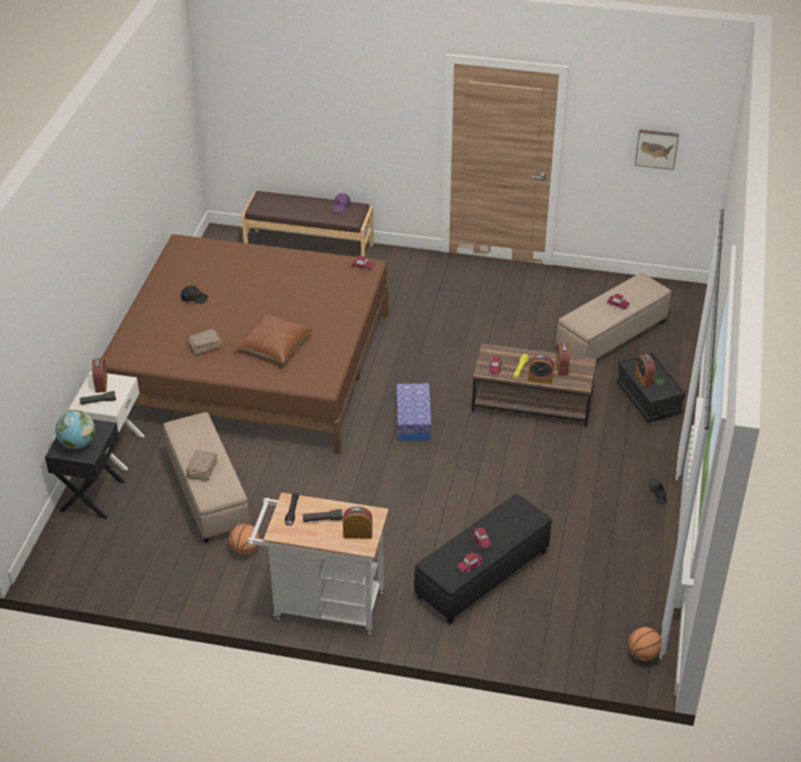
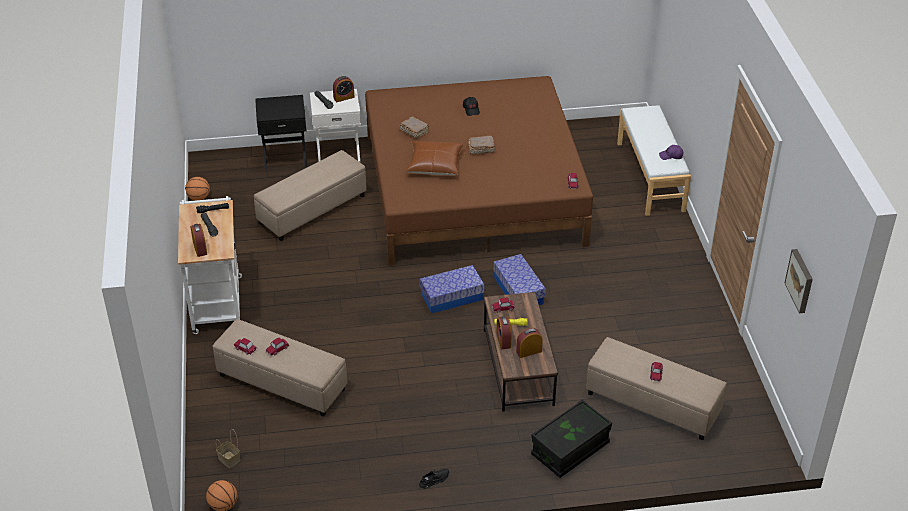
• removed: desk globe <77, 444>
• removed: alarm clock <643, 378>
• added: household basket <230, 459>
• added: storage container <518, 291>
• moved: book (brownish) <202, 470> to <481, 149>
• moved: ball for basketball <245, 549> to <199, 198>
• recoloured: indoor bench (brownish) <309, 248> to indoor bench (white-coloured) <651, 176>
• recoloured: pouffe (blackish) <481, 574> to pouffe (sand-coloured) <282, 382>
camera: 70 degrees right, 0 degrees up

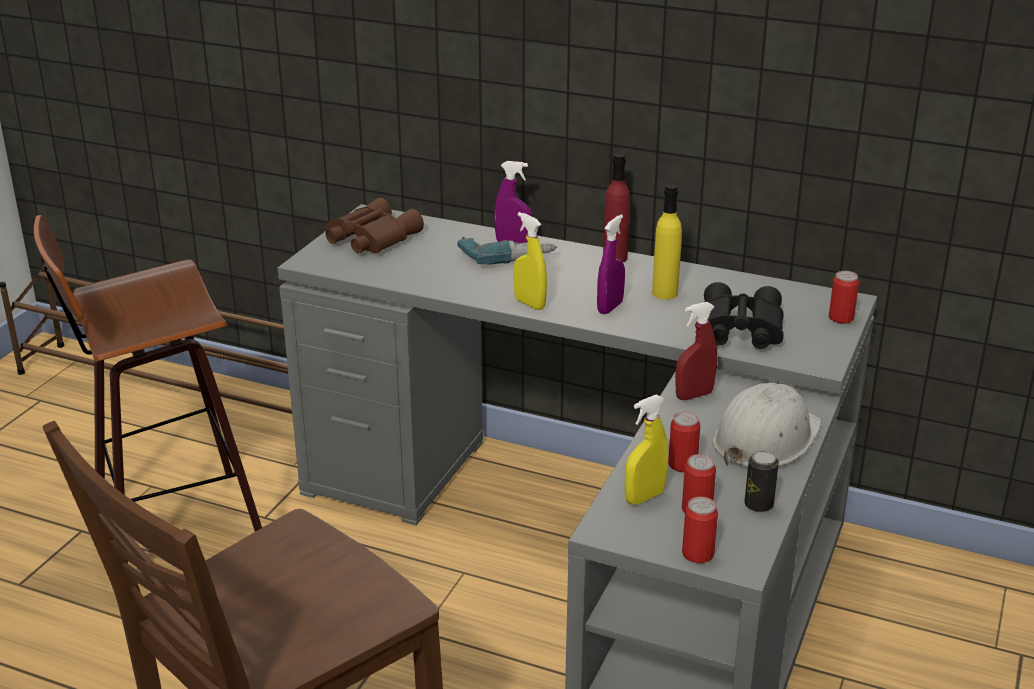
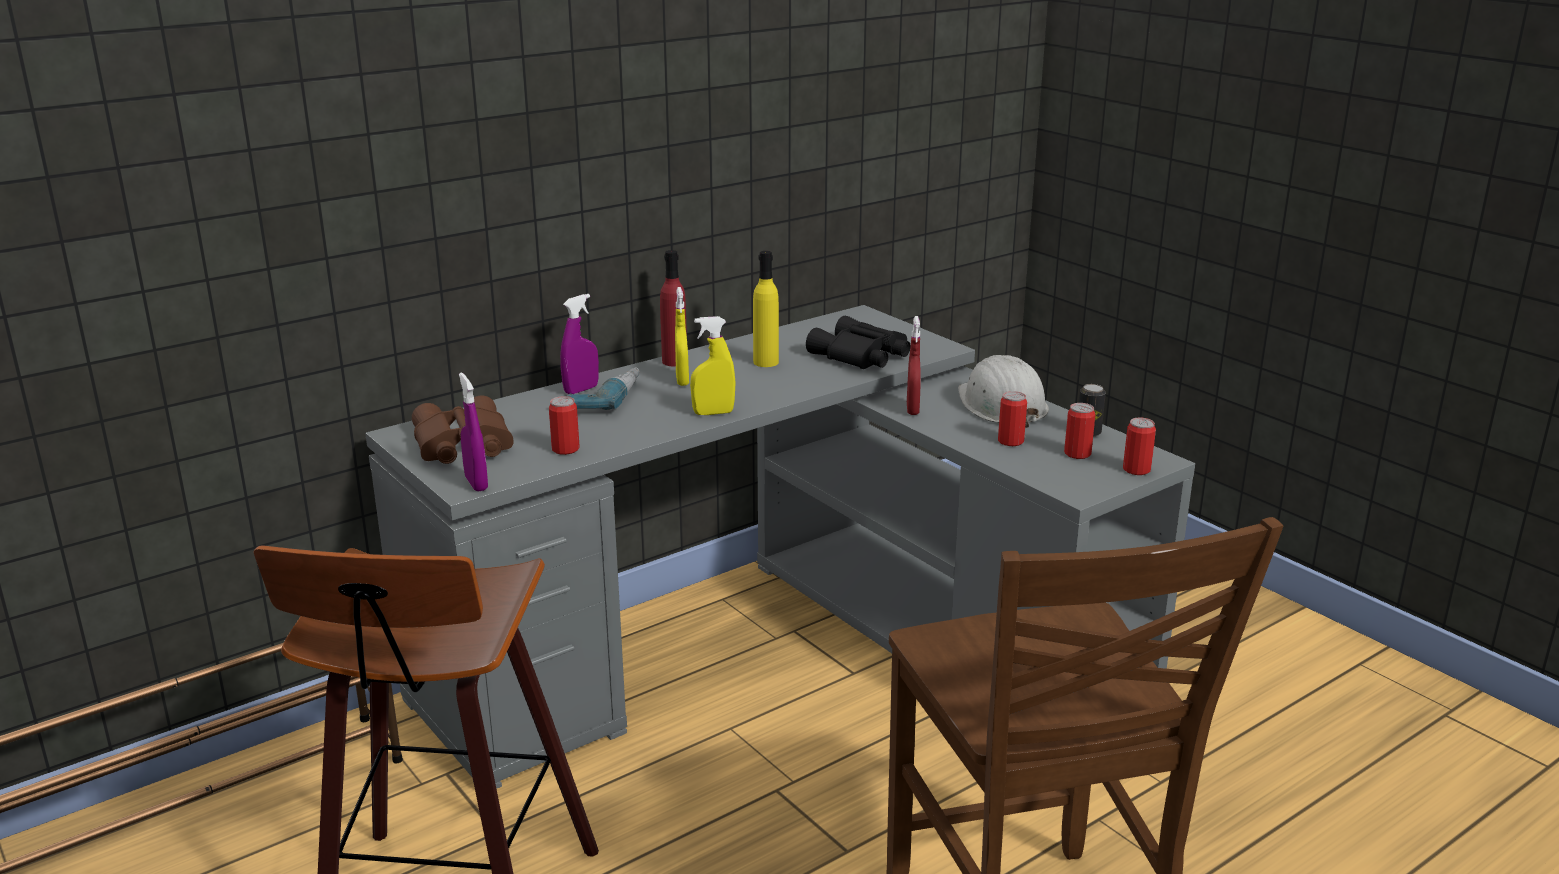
• moved: sprayer (purple-coloured) <610, 307> to <476, 483>
• moved: sprayer (yellowish) <644, 497> to <682, 380>
• moved: can <841, 318> to <565, 449>
camera: 60 degrees left, 5 degrees down

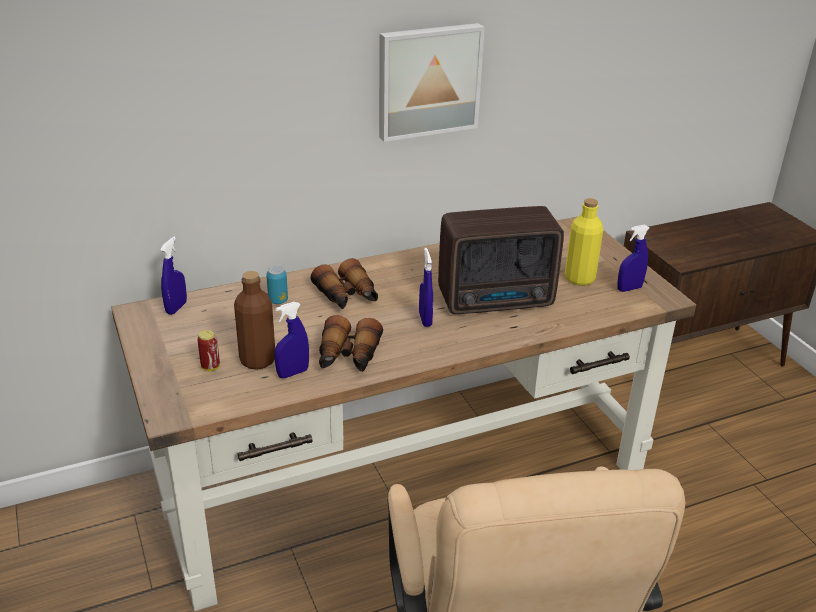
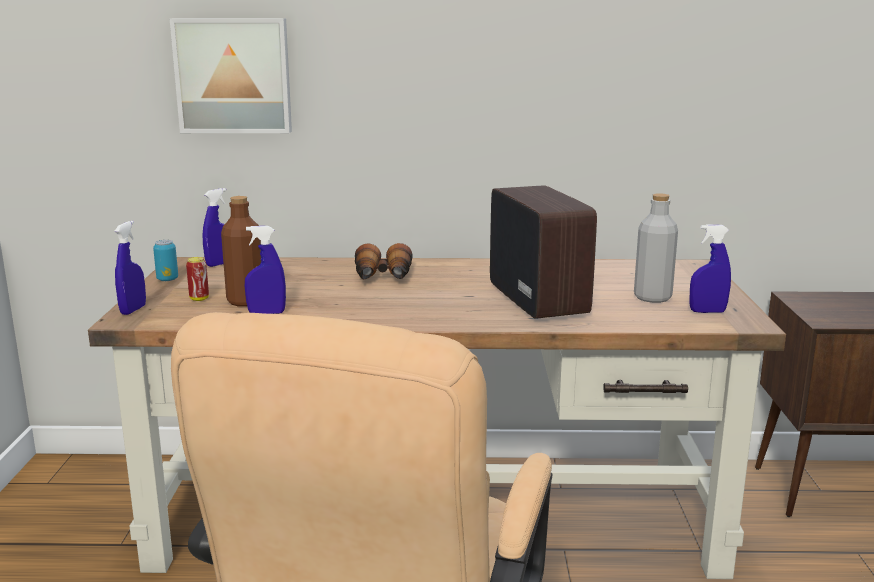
• removed: field glasses <348, 357>
• moved: can <278, 300> to <167, 279>
• moved: picture <428, 80> to <233, 75>
• moved: sprayer (blue-coloured) <425, 319> to <133, 310>
• recoloured: bottle (yellowish) <579, 279> to bottle (greyish) <652, 297>
• turned: radio receiver <498, 300> = <538, 299> 120 degrees counterclockwise
camera: 25 degrees right, 15 degrees down

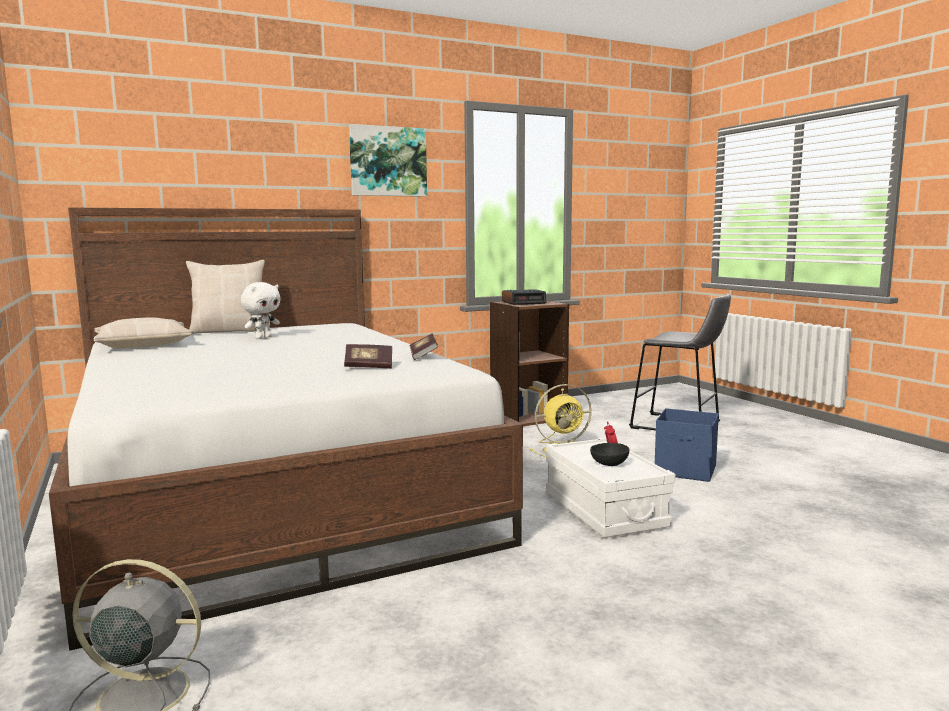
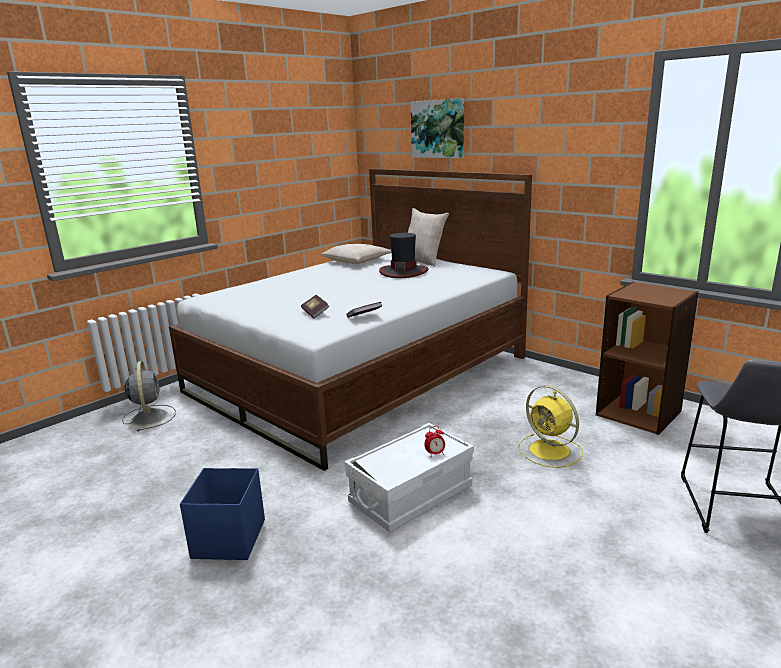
• removed: alarm clock <524, 302>
• removed: serving bowl (blackish) <608, 464>
• moved: picture <388, 161> to <438, 129>
• moved: storage container (blue-coloured) <686, 471> to <228, 540>
• replaced: soft toy (white-coloured) <263, 337> to wearable hat <403, 272>
camera: 70 degrees right, 10 degrees up

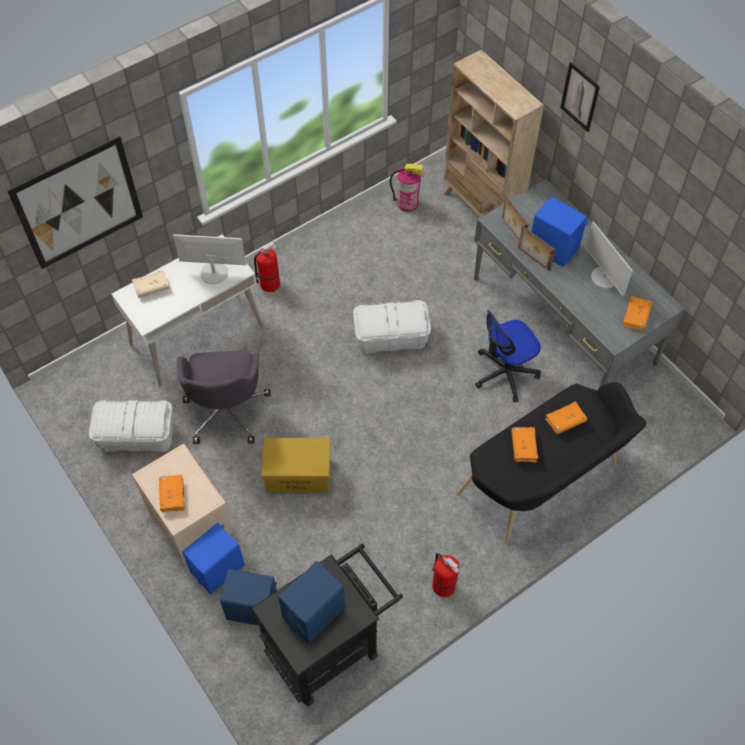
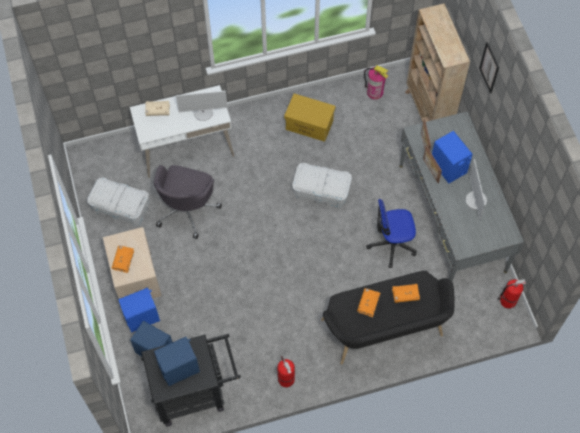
• removed: picture <79, 204>
• removed: book (orange-coloured) <636, 316>
• moved: extinguisher <269, 284> to <507, 301>
• moved: storage container (yellowish) <299, 474> to <310, 125>
• turned: computer screen <214, 272> = <203, 112> 150 degrees clockwise
camera: 20 degrees right, 5 degrees up

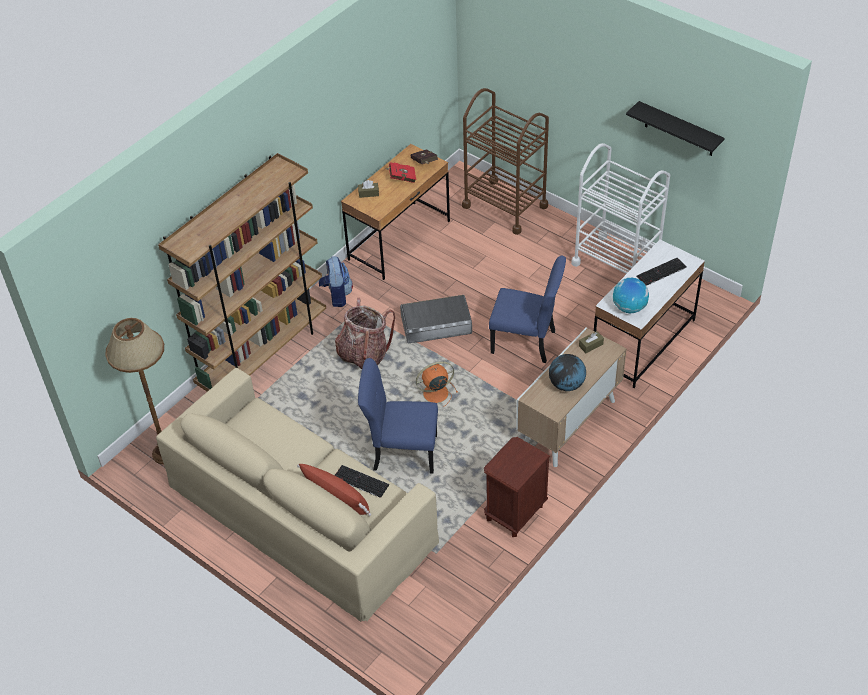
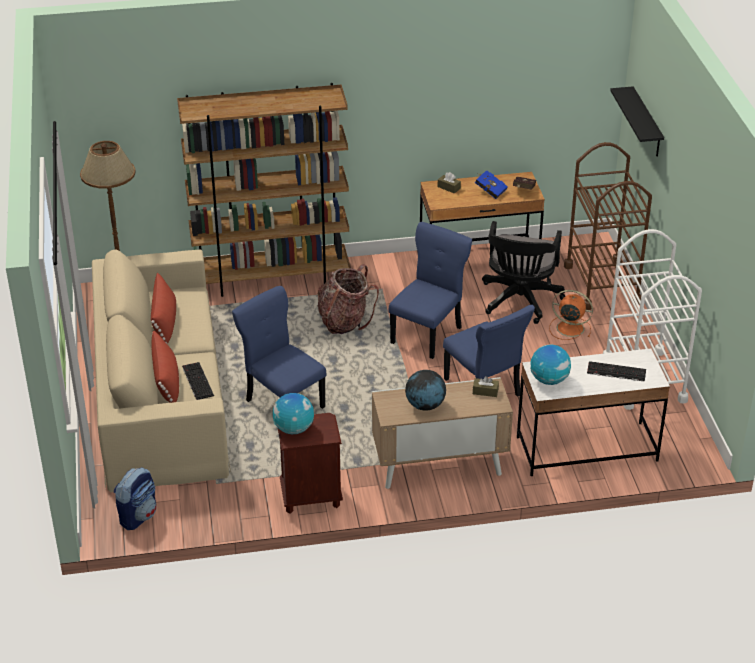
• added: pillow (red) <165, 321>
• added: desk globe <294, 429>
• added: computer chair (blackish) <519, 302>
• moved: rucksack <337, 295> to <138, 516>
• moved: fan (orange-coloured) <434, 394> to <569, 328>
• moved: wall shelf (blackish) <679, 129> to <647, 123>
• replaced: storage container (greyish) <436, 324> to chair (blue-coloured) <428, 334>
• recoloured: book (red) <401, 178> to book (blue-coloured) <489, 190>
camera: 40 degrees right, 10 degrees down

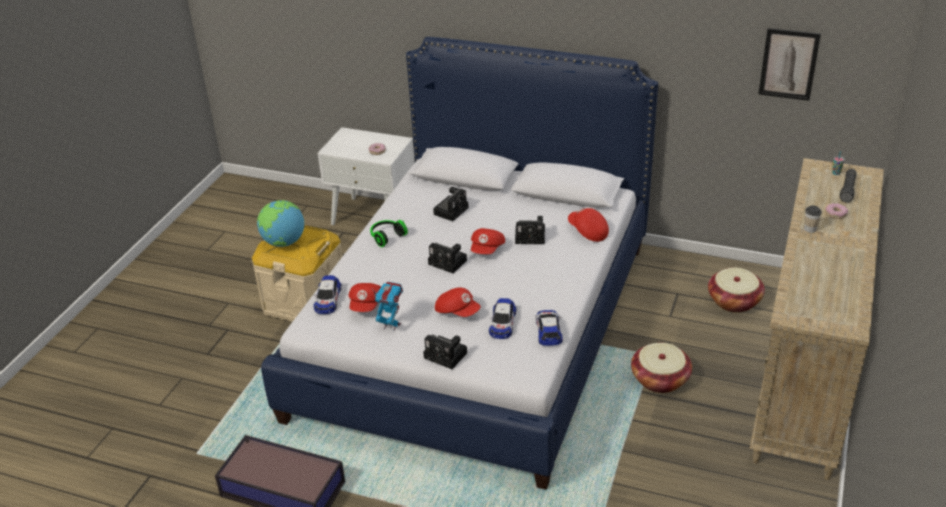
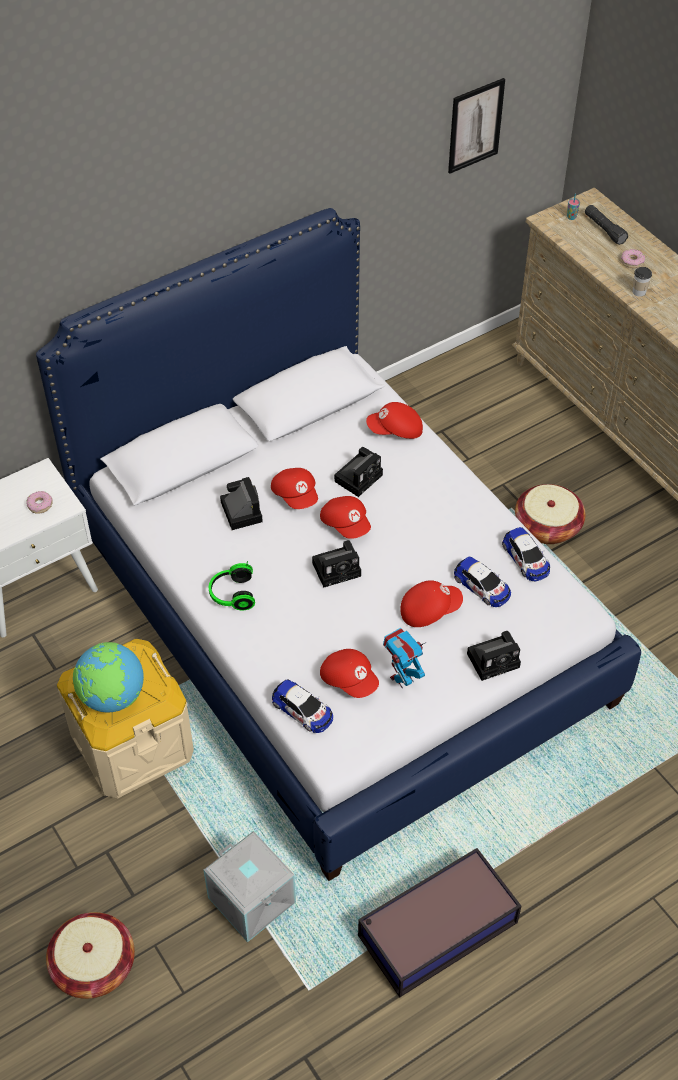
• added: storage container (greyish) <253, 899>
• added: peaked cap (red) <296, 495>
• moved: household basket <734, 301> to <94, 965>
• turned: model car <548, 331> = <526, 558> 150 degrees counterclockwise
camera: 55 degrees left, 15 degrees up

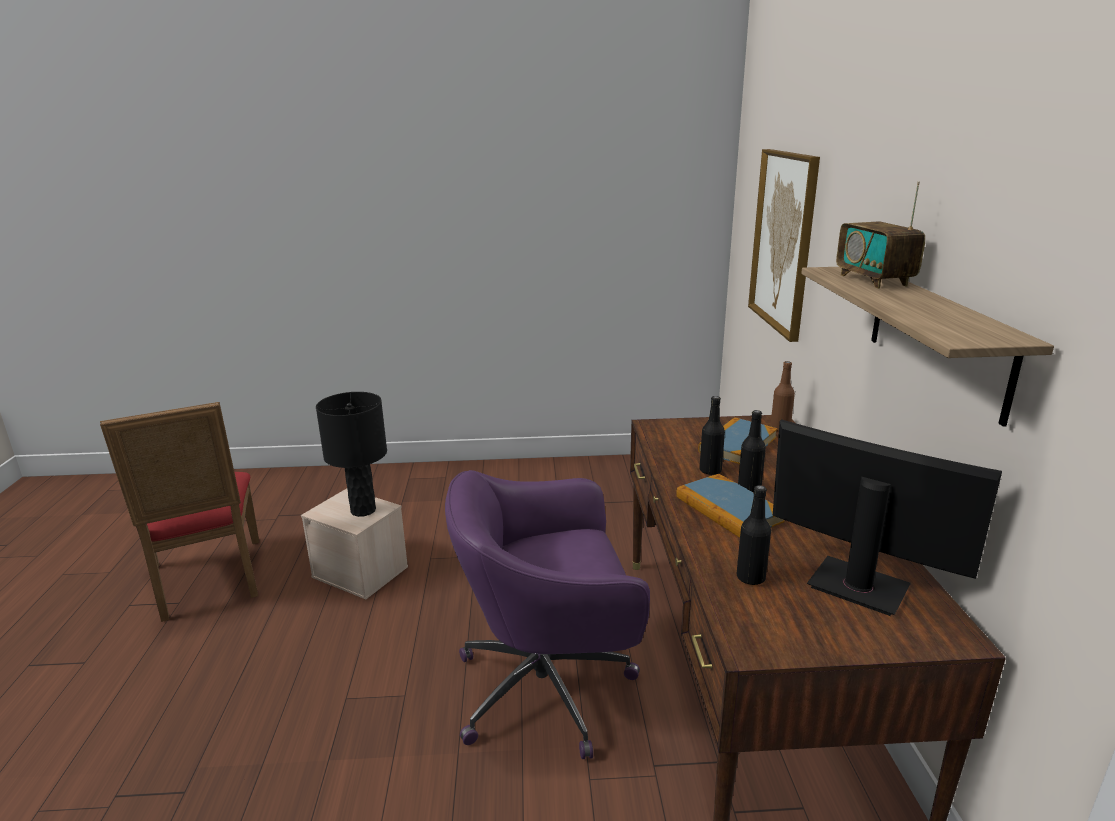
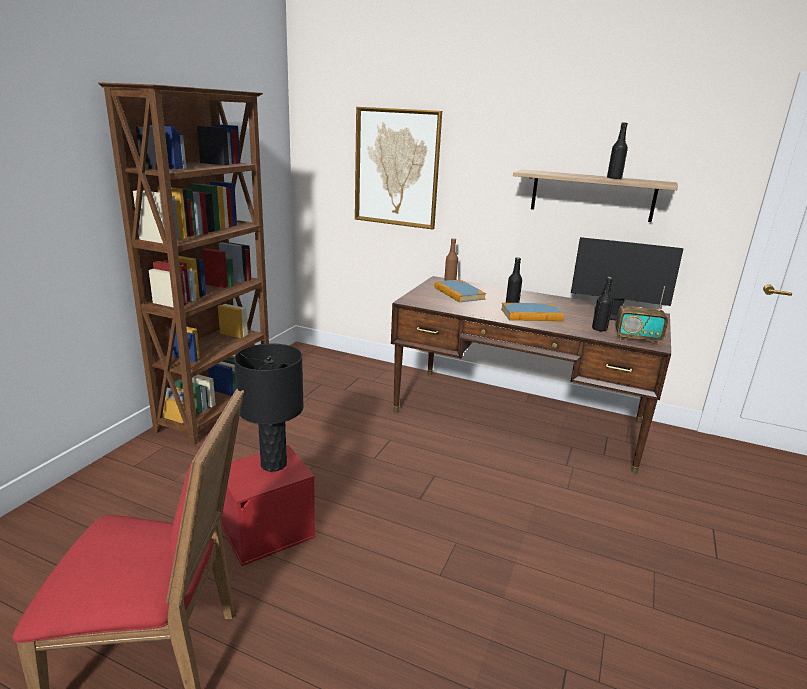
• removed: computer chair (purple-coloured) <549, 687>
• added: bookcase (brownish) <218, 410>
• moved: bottle (blackish) <710, 470> to <614, 178>
• moved: radio receiver <874, 280> to <637, 339>
• recoloured: storage container (sand-coloured) <361, 572> to storage container (red) <268, 531>
• turned: computer screen <857, 586> = <614, 316> 135 degrees counterclockwise
camera: 65 degrees left, 0 degrees up

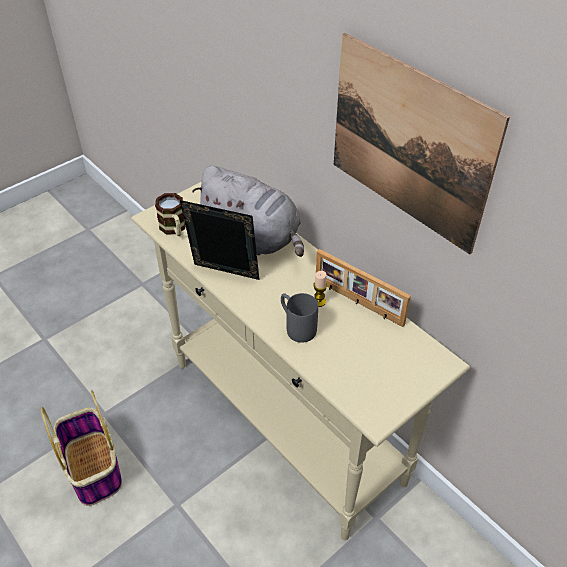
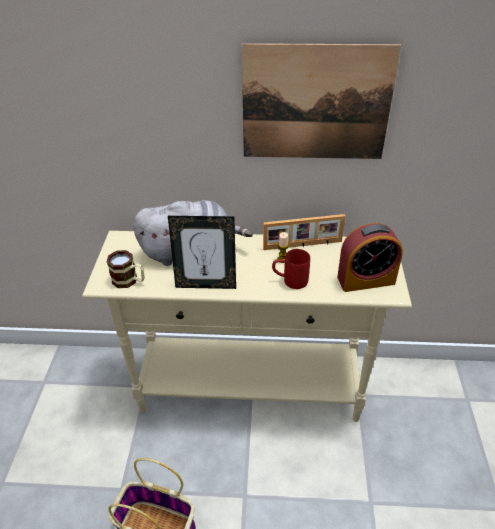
• added: alarm clock <366, 280>
• recoloured: mug (greyish) <296, 327> to mug (red) <290, 281>
• turned: picture frame <224, 276> = <206, 284> 150 degrees counterclockwise
camera: 45 degrees left, 5 degrees down

